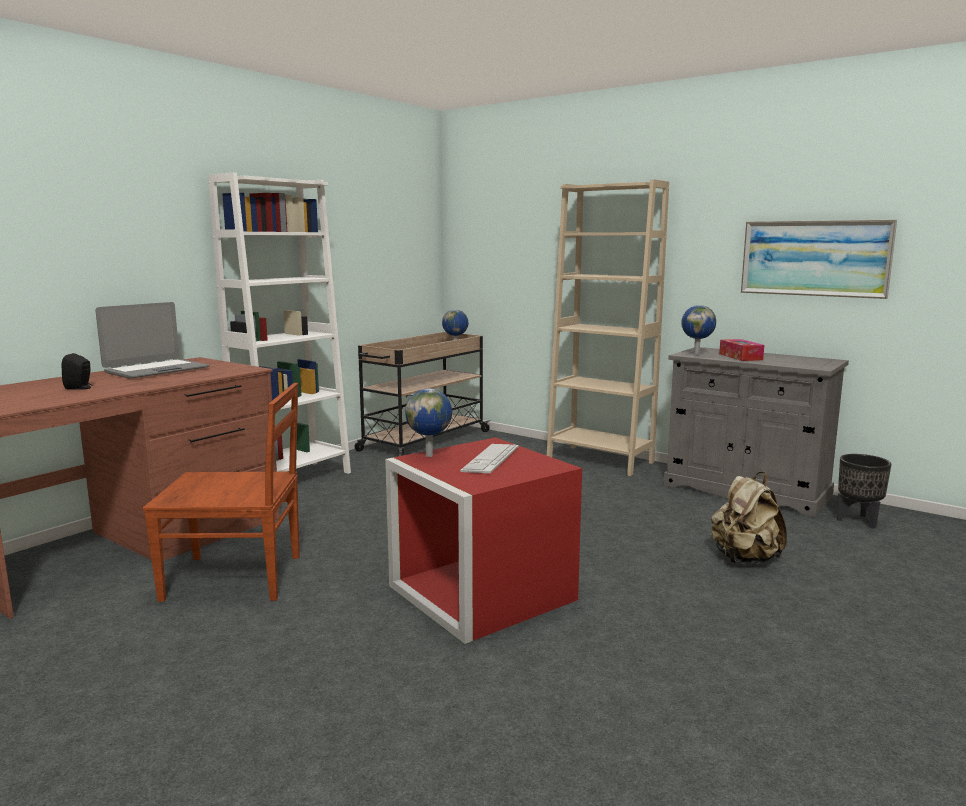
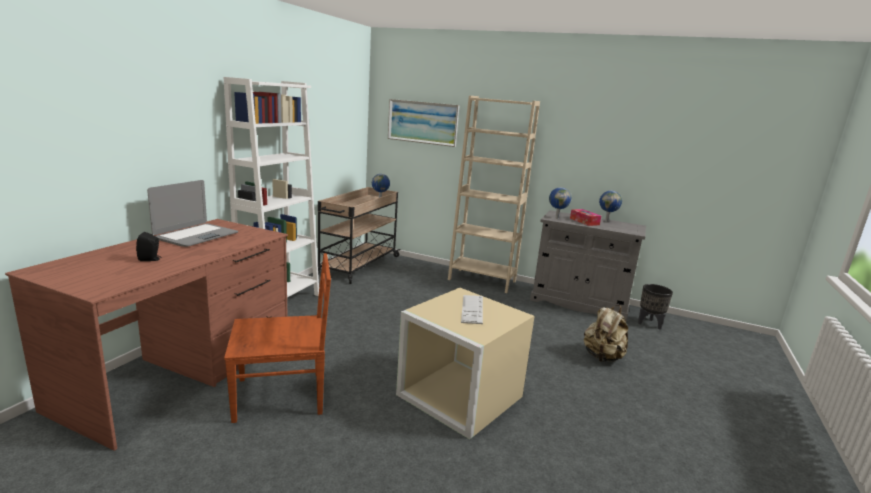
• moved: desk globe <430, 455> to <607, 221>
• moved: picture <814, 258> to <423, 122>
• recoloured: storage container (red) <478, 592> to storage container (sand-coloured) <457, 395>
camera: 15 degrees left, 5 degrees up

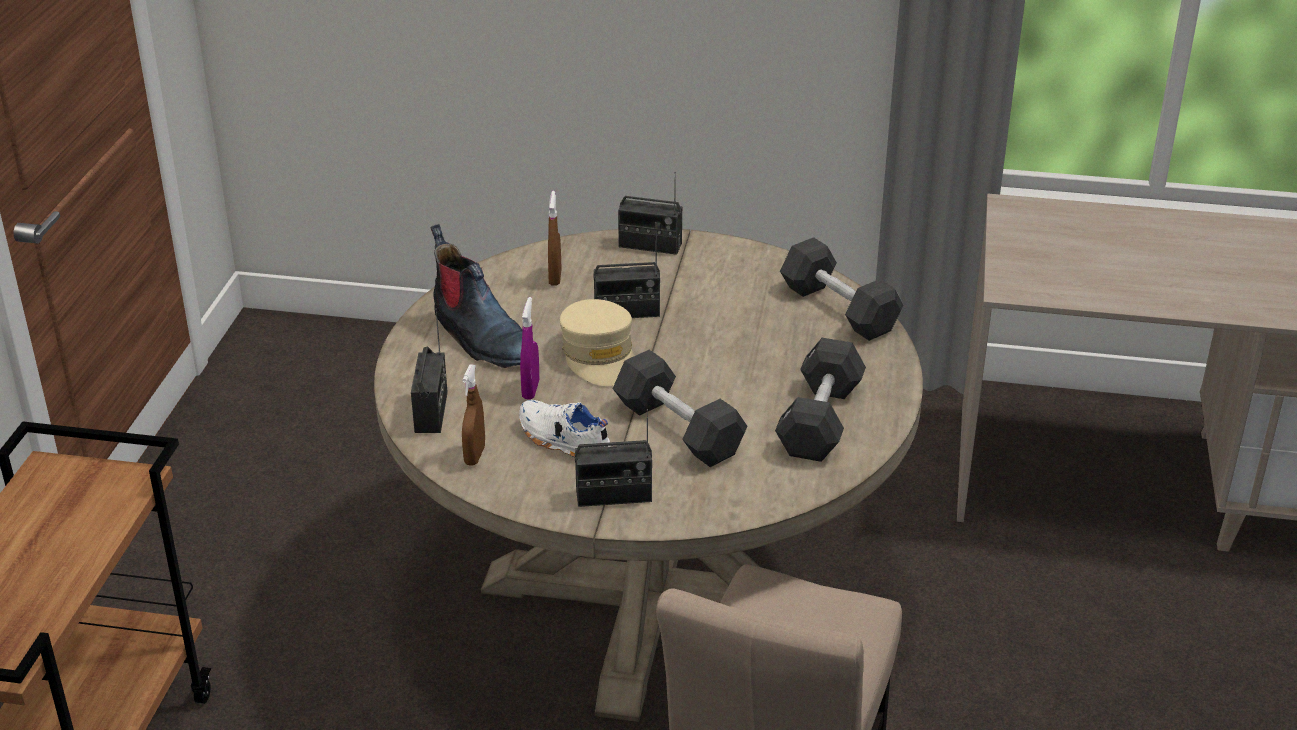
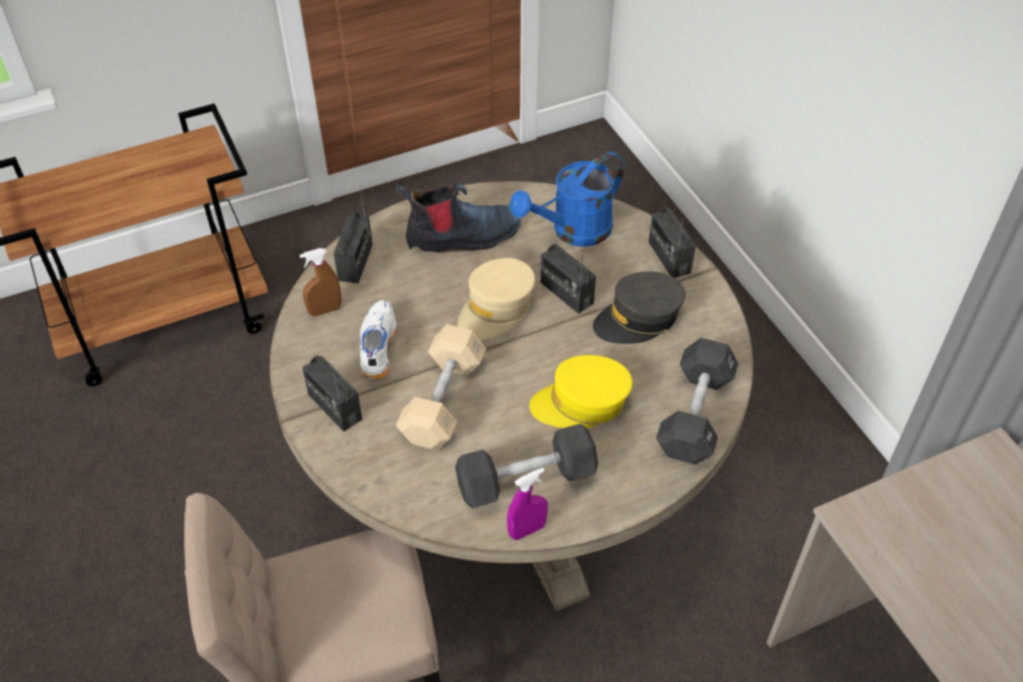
• added: peaked cap (yellowish) <581, 403>
• added: peaked cap (greyish) <638, 319>
• moved: sprayer (purple-coloured) <530, 390> to <527, 530>
• replaced: sprayer (brownish) <555, 277> to watering pot (blue-coloured) <573, 232>
• recoloured: free weight (blackish) <678, 429> to free weight (sand-coloured) <443, 400>
• turned: radio receiver <431, 412> = <356, 262> 45 degrees counterclockwise
• turned: boot <481, 338> = <462, 237> 120 degrees counterclockwise
camera: 55 degrees right, 15 degrees up

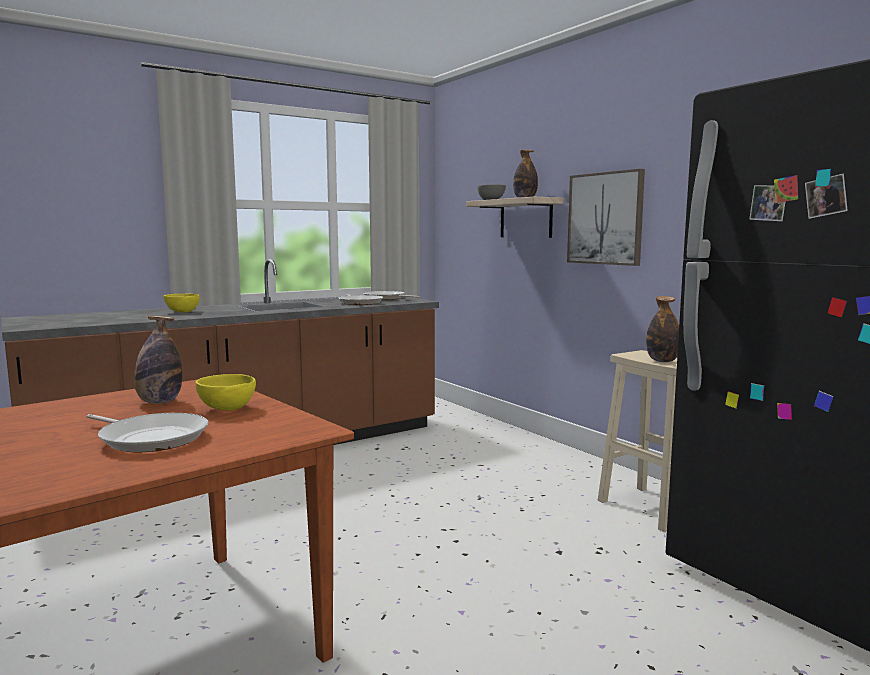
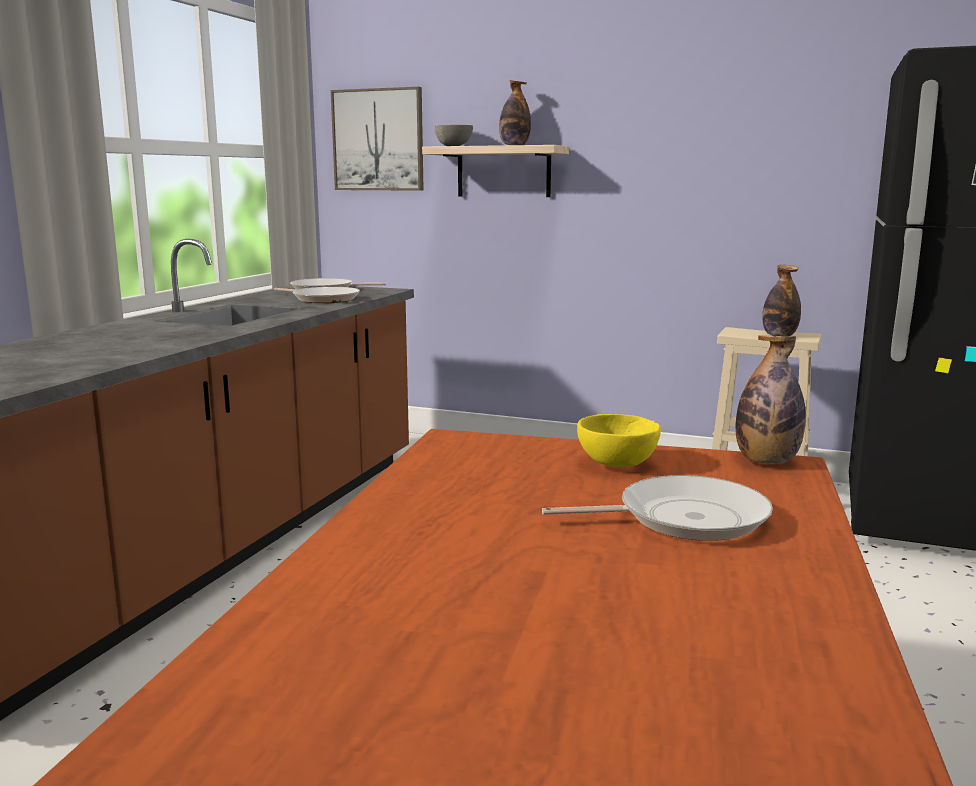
• removed: serving bowl (yellowish) <182, 312>
• moved: bottle <159, 402> to <766, 461>
• moved: picture <605, 218> to <378, 140>
camera: 35 degrees left, 5 degrees up

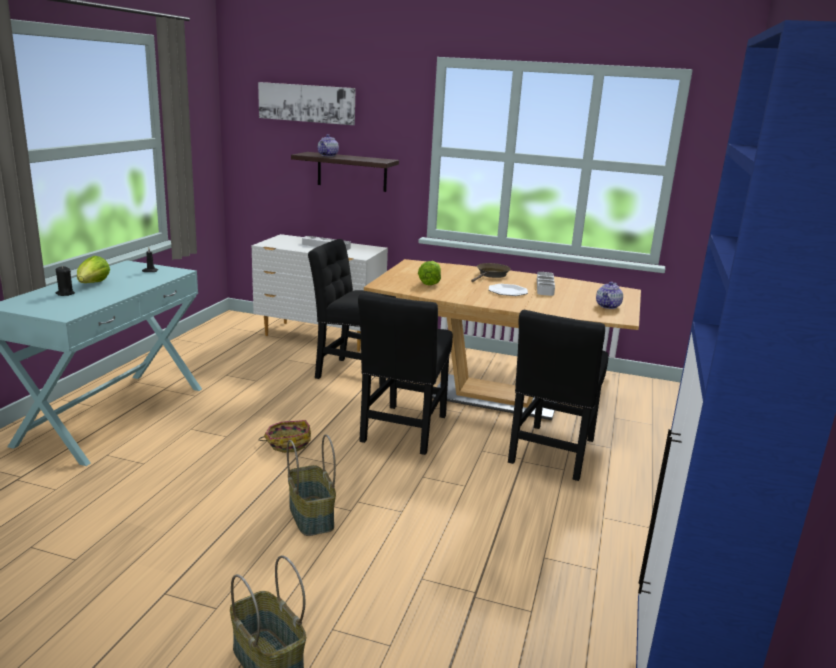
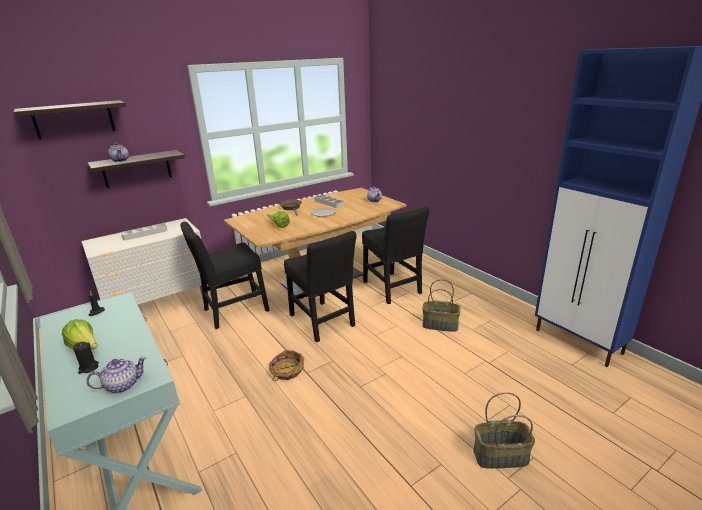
• added: tea pot <123, 385>
• moved: household basket <312, 516> to <440, 325>
• replaced: picture <307, 103> to wall shelf <74, 119>
camera: 50 degrees left, 5 degrees up

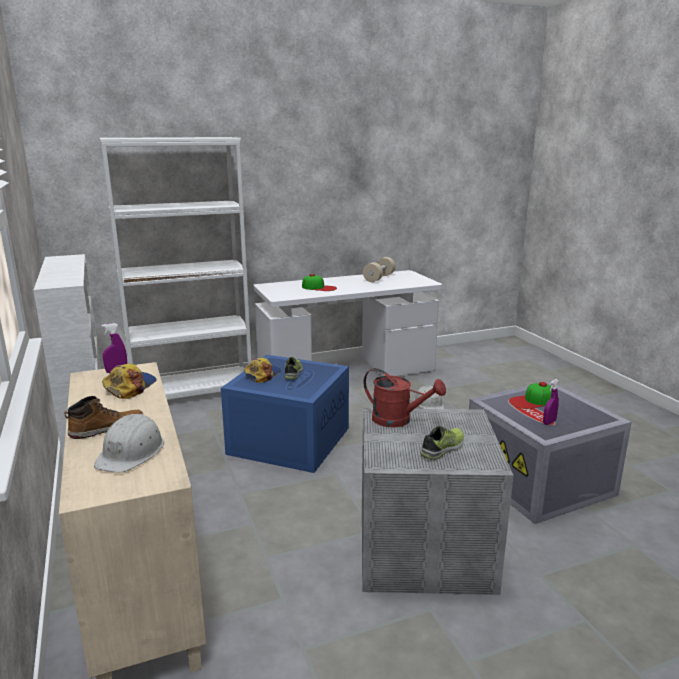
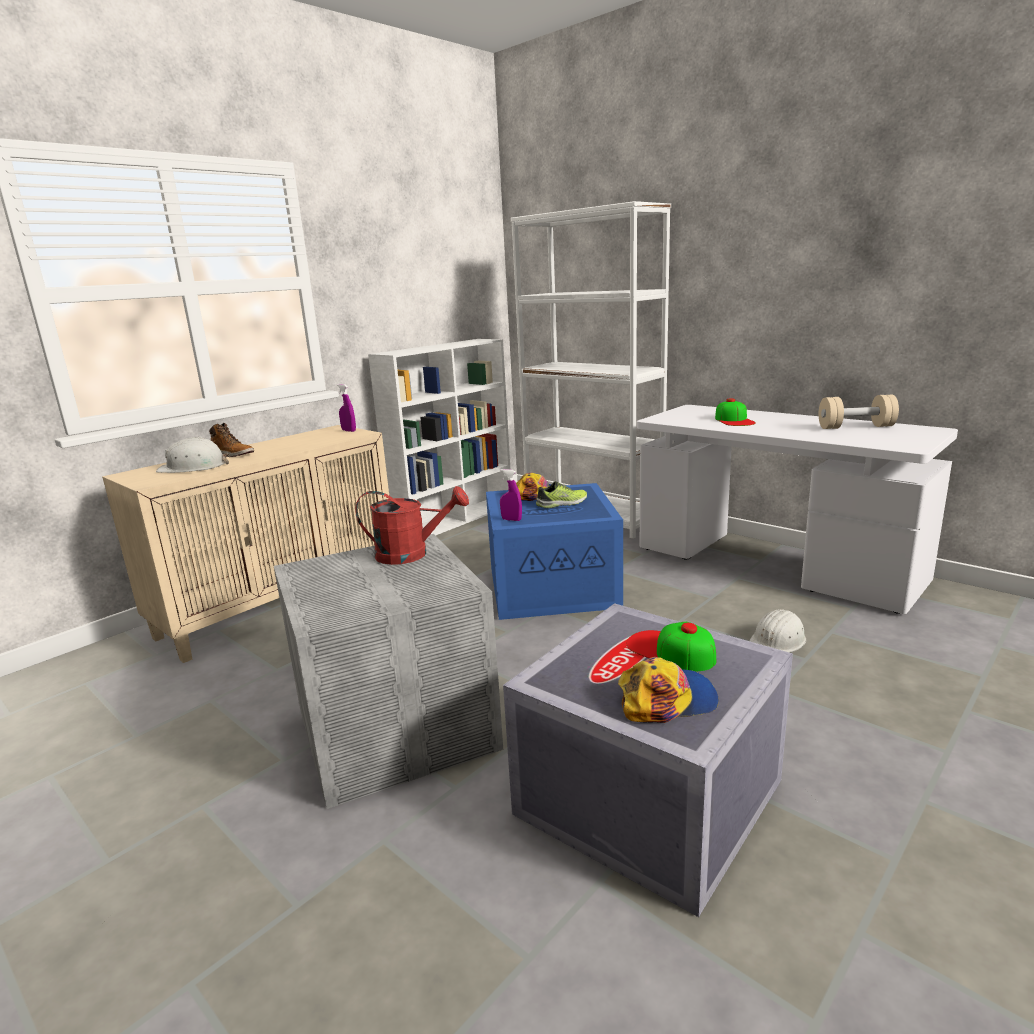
• removed: shoe <443, 448>
• moved: peaked cap <129, 387> to <667, 699>
• moved: sprayer (purple-coloured) <549, 422> to <511, 520>
• turned: watering pot (red) <398, 420> = <411, 554> 90 degrees counterclockwise
camera: 65 degrees right, 0 degrees up

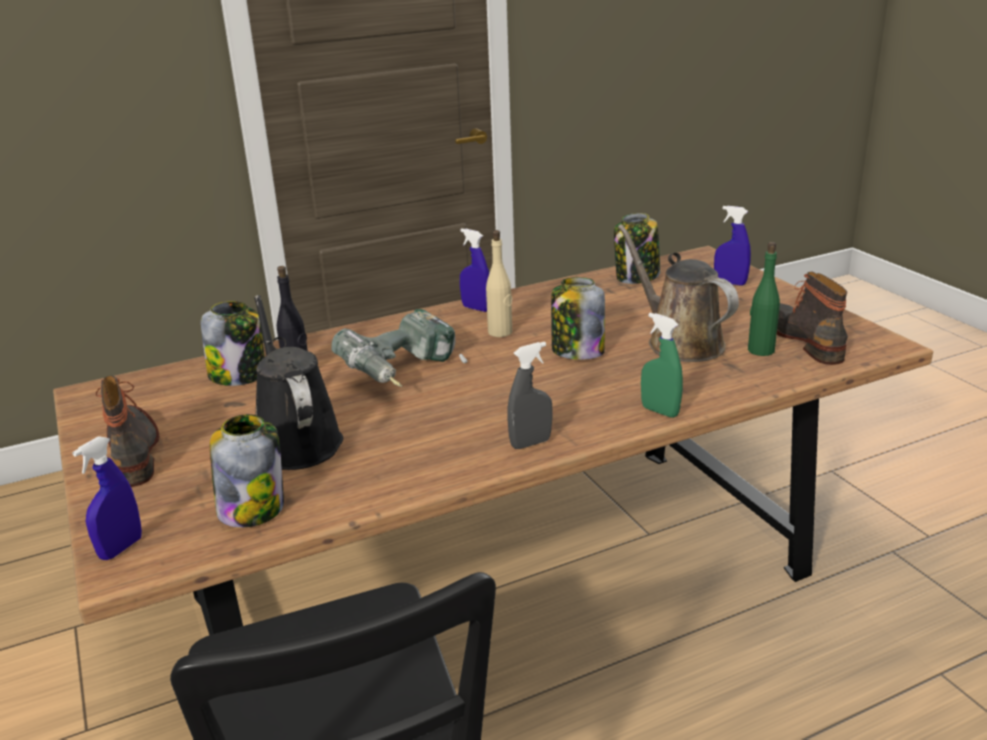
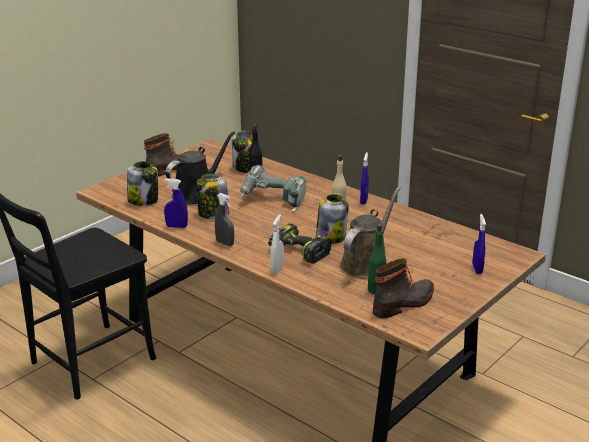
• added: electric drill <297, 252>
• moved: sprayer (blue-coloured) <121, 548> to <176, 226>
• moved: jar <637, 277> to <213, 214>
• recoloured: sprayer (green-coloured) <660, 411> to sprayer (white-coloured) <277, 269>
camera: 65 degrees right, 0 degrees up

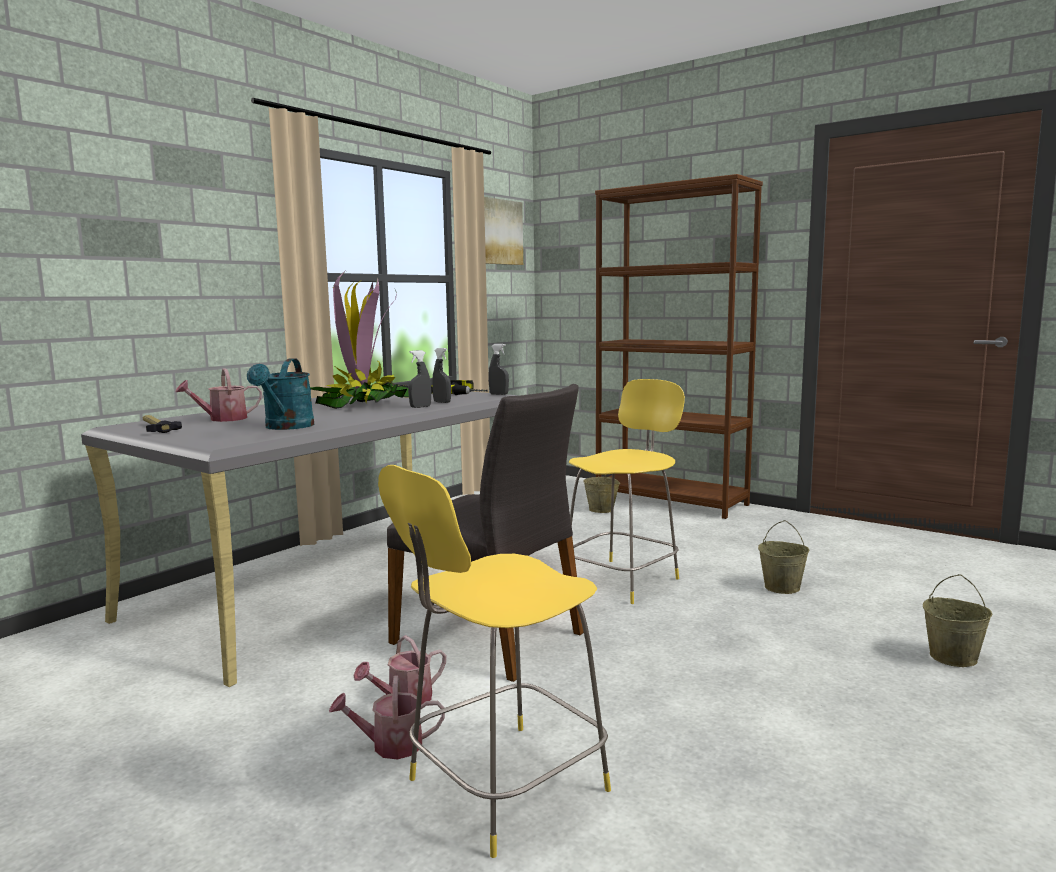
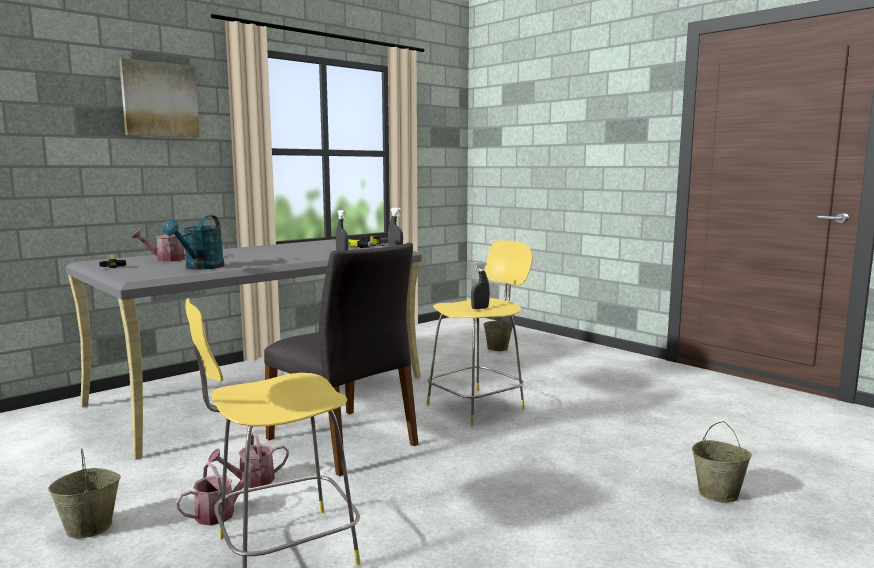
• removed: houseplant <364, 405>
• removed: bookcase (brownish) <671, 500>
• moved: sprayer (greyish) <420, 407> to <480, 308>
• moved: picture <499, 232> to <159, 100>
• moved: bucket (sand-coloured) <782, 587> to <90, 527>
• turned: watering pot <390, 745> = <220, 513> 135 degrees clockwise
camera: 10 degrees right, 0 degrees up

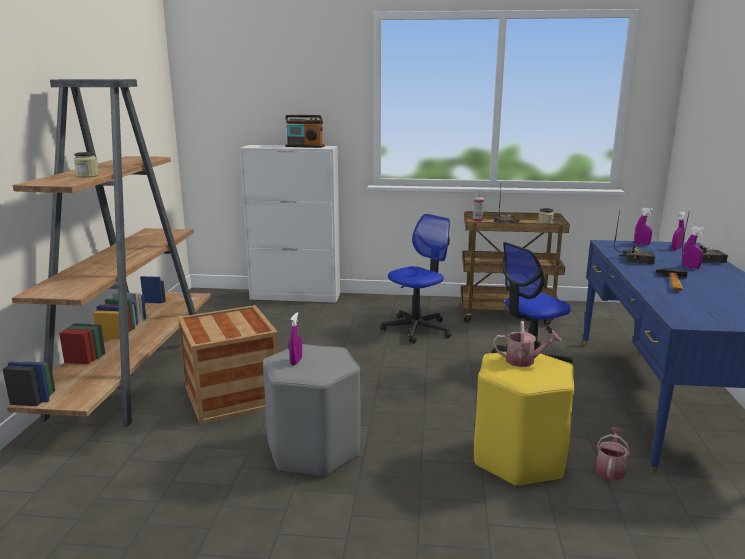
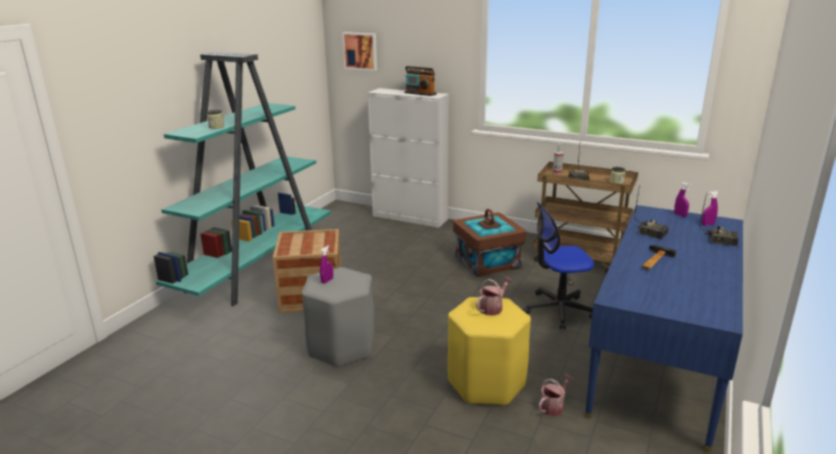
• removed: sprayer (purple-coloured) <690, 267>
• added: picture <360, 51>
• replaced: computer chair <417, 329> to storage container (brownish) <488, 262>
• recoloured: bookcase (brownish) <133, 374> to bookcase (turquoise-coloured) <257, 268>
• turned: watering pot <524, 361> = <493, 308> 75 degrees counterclockwise
camera: 20 degrees right, 5 degrees up

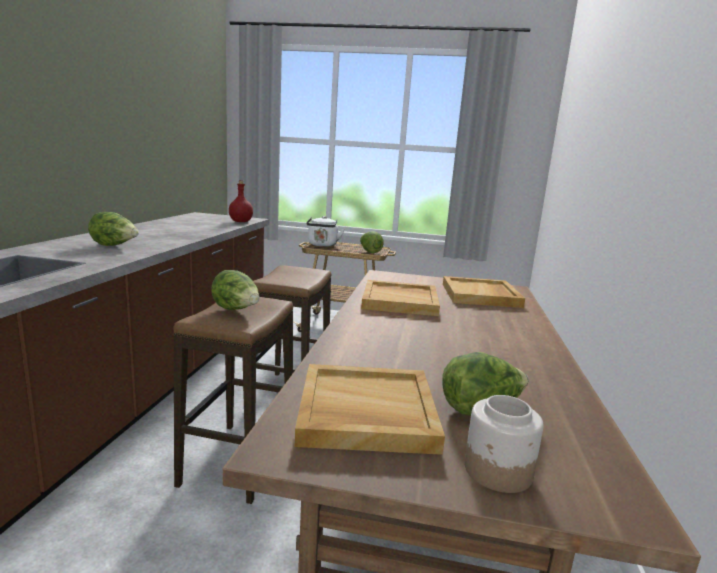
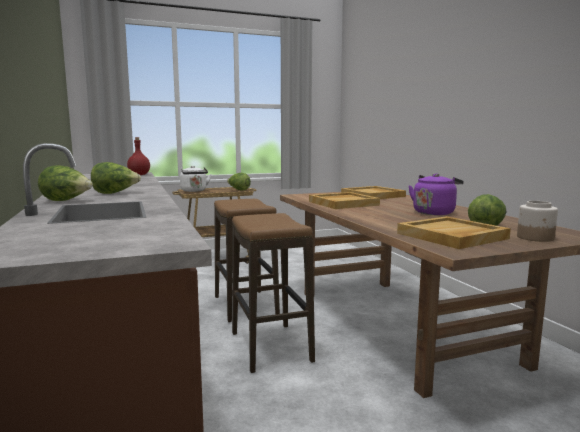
• added: tea kettle (purple-coloured) <434, 212>
• moved: lettuce <236, 310> to <66, 201>
camera: 30 degrees left, 5 degrees down

